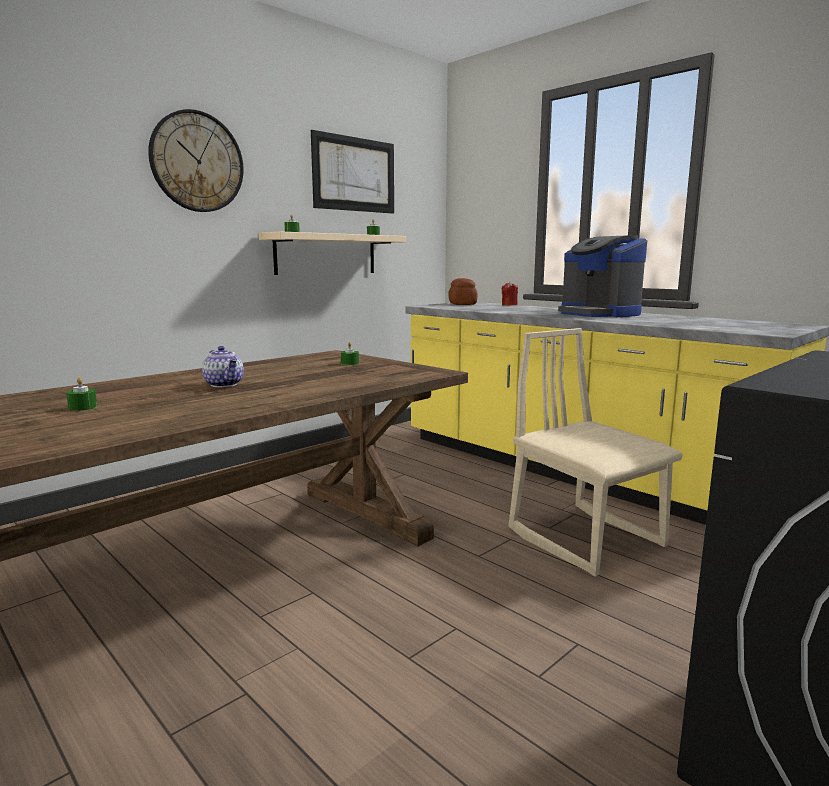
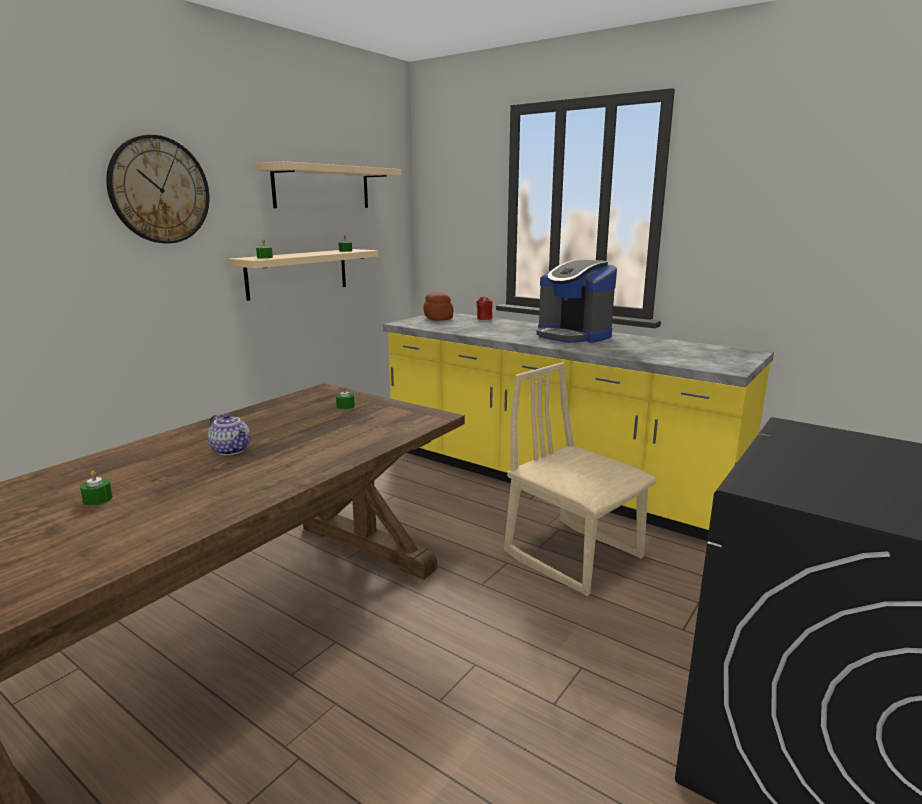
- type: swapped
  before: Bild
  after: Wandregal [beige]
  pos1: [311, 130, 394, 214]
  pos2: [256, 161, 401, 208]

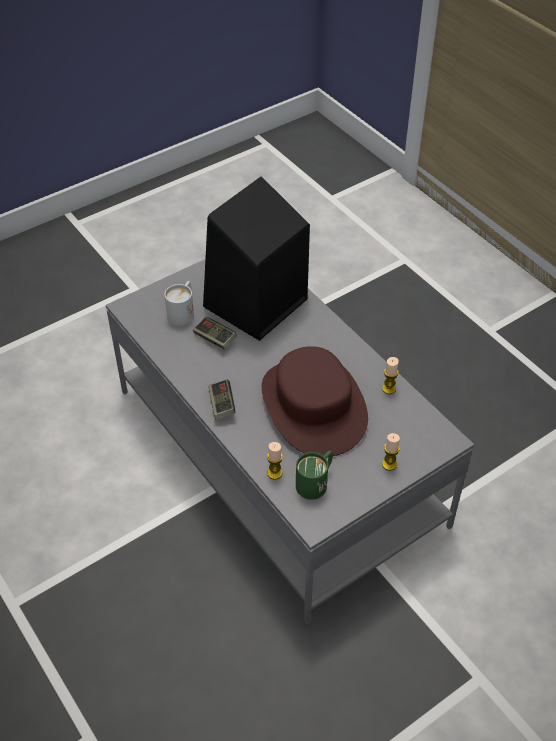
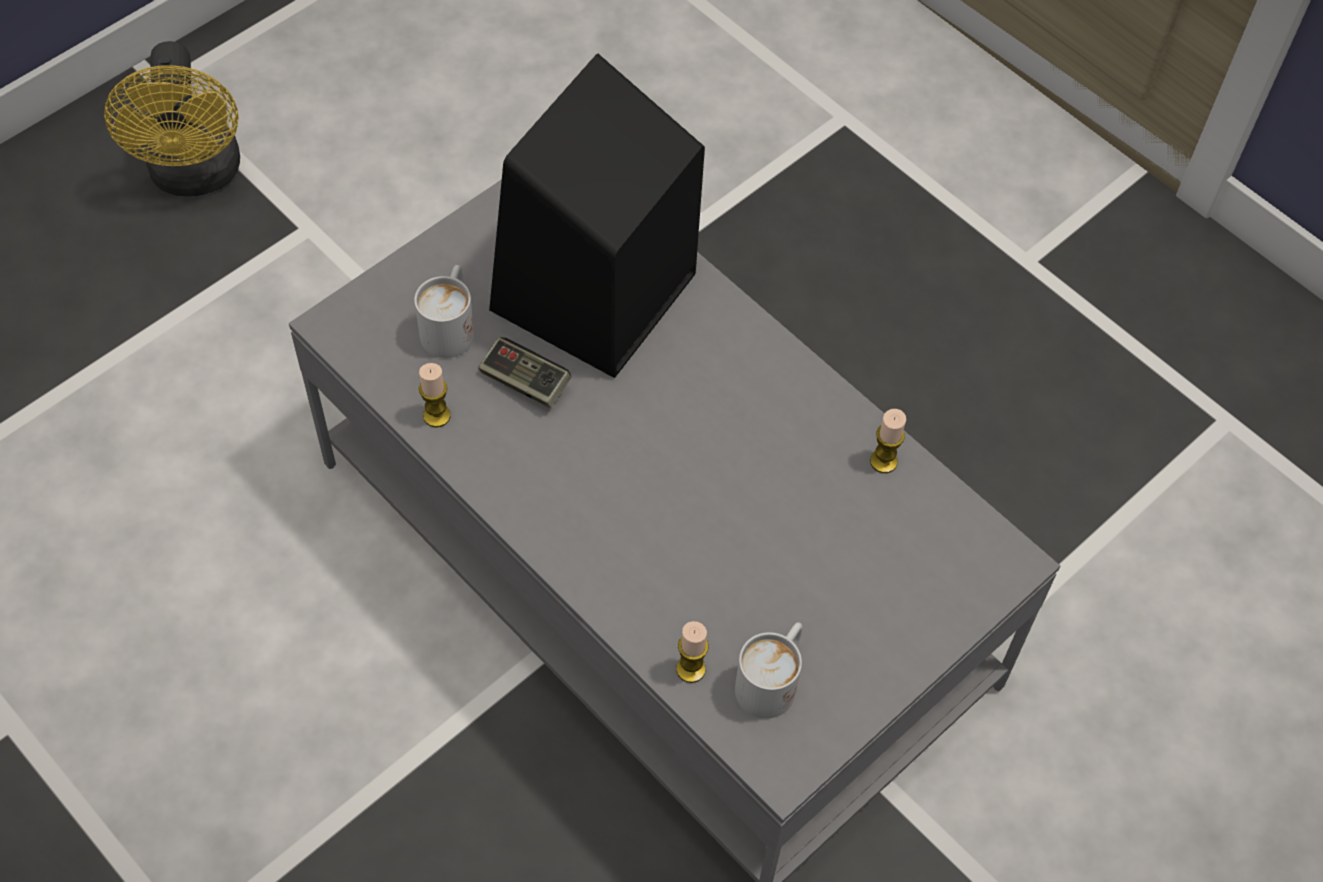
- type: gone
  before: Gamepad
  pos1: [208, 379, 235, 419]
- type: gone
  before: Hut [braun]
  pos1: [262, 346, 368, 456]
- type: repainted
  before: Henkelbecher [grün]
  after: Henkelbecher [weiß]
  pos1: [296, 451, 333, 500]
  pos2: [735, 622, 803, 719]
- type: shifted
  before: Kerze
  pos1: [382, 433, 400, 471]
  pos2: [419, 363, 451, 428]
- type: new
  after: Ventilator [gelb]
  pos2: [104, 41, 240, 196]

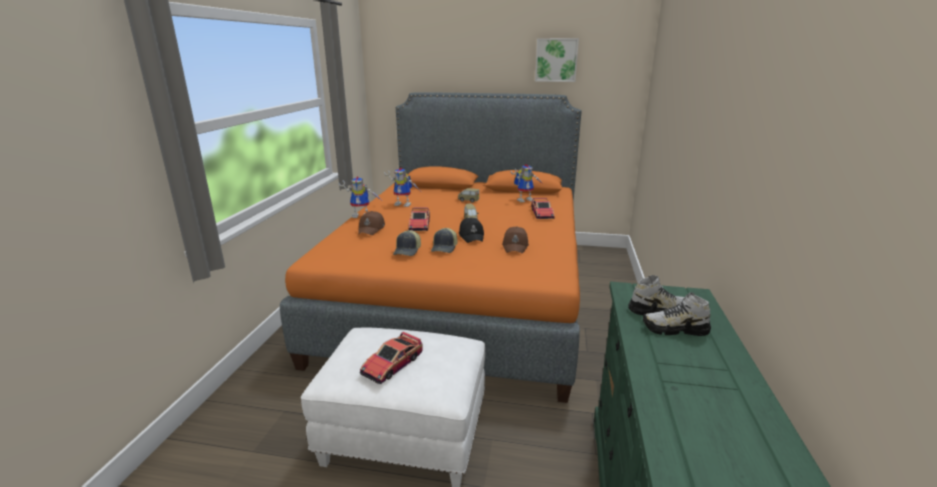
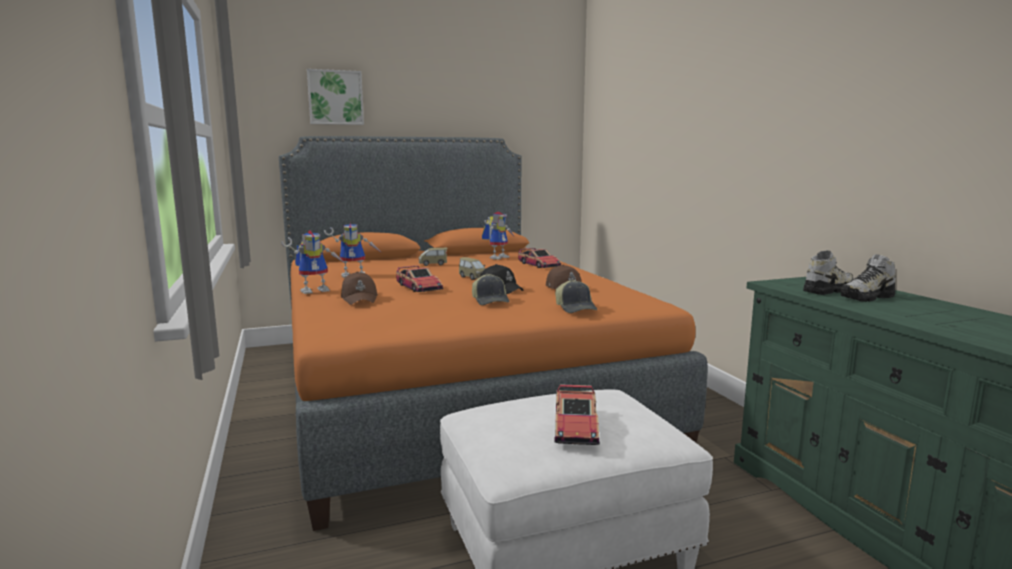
- type: shifted
  before: Kappe
  pos1: [393, 230, 421, 256]
  pos2: [555, 280, 597, 313]
- type: shifted
  before: Bild
  pos1: [535, 38, 579, 82]
  pos2: [307, 69, 364, 125]

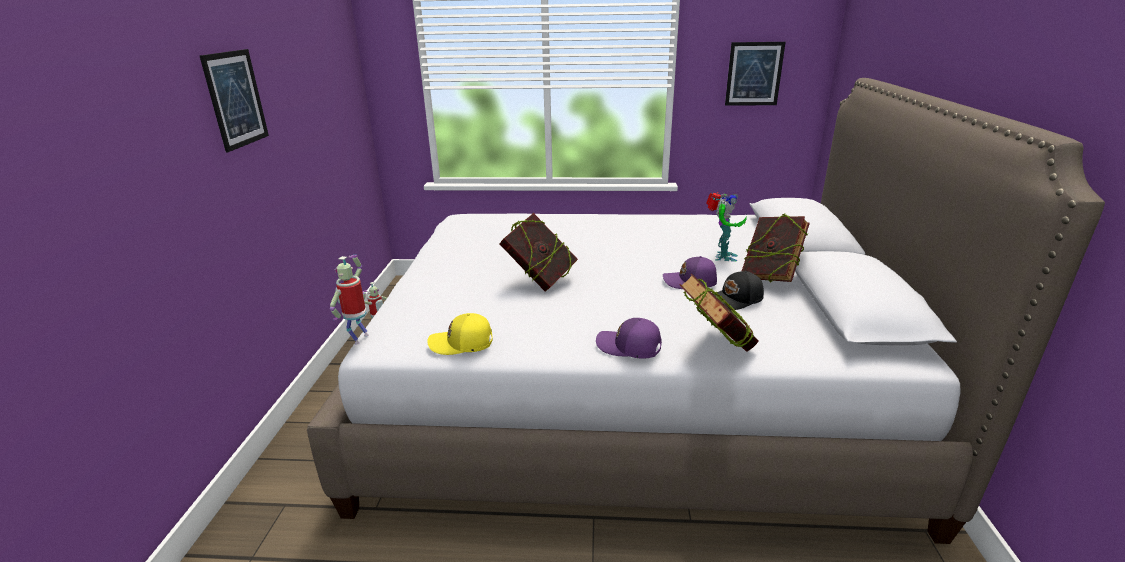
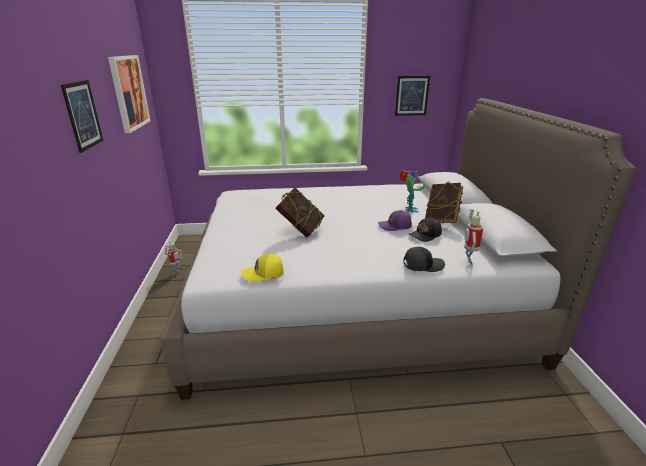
- type: shifted
  before: Spielzeugroboter
  pos1: [330, 255, 369, 345]
  pos2: [464, 210, 483, 267]
- type: gone
  before: Kappe [lila]
  pos1: [596, 318, 662, 359]
- type: swapped
  before: Buch
  after: Kappe [schwarz]
  pos1: [680, 273, 759, 352]
  pos2: [403, 247, 445, 272]
- type: new
  after: Bild
  pos2: [108, 55, 151, 133]

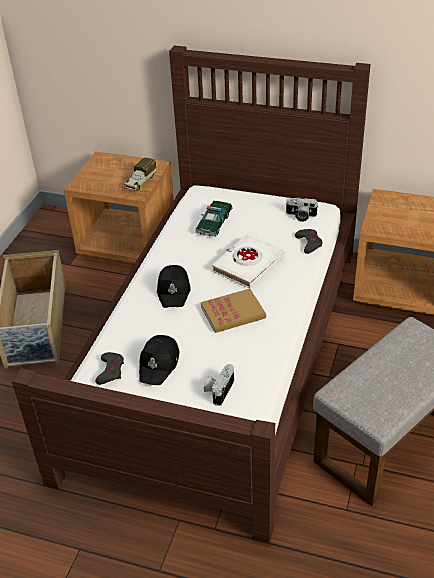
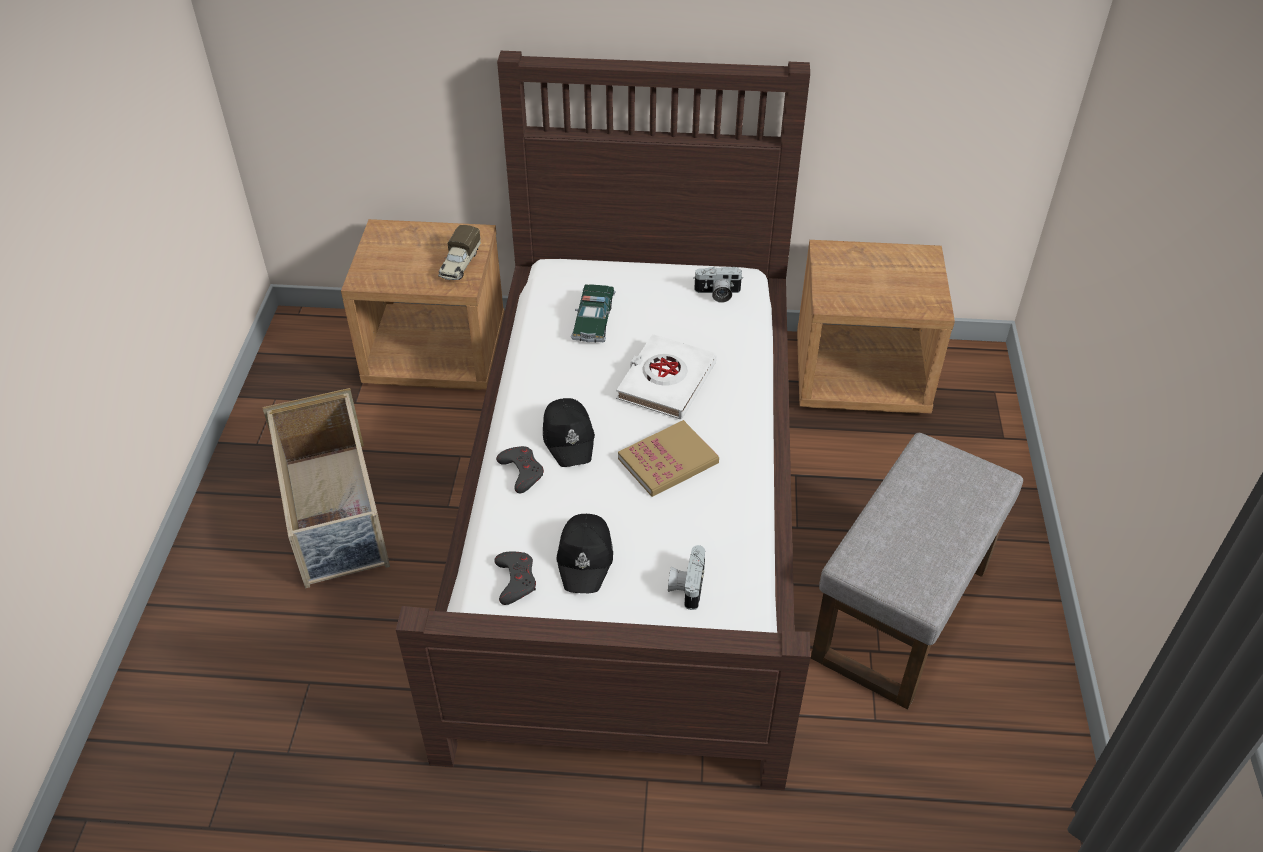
- type: shifted
  before: Gamepad [grau]
  pos1: [295, 229, 323, 254]
  pos2: [496, 446, 544, 493]

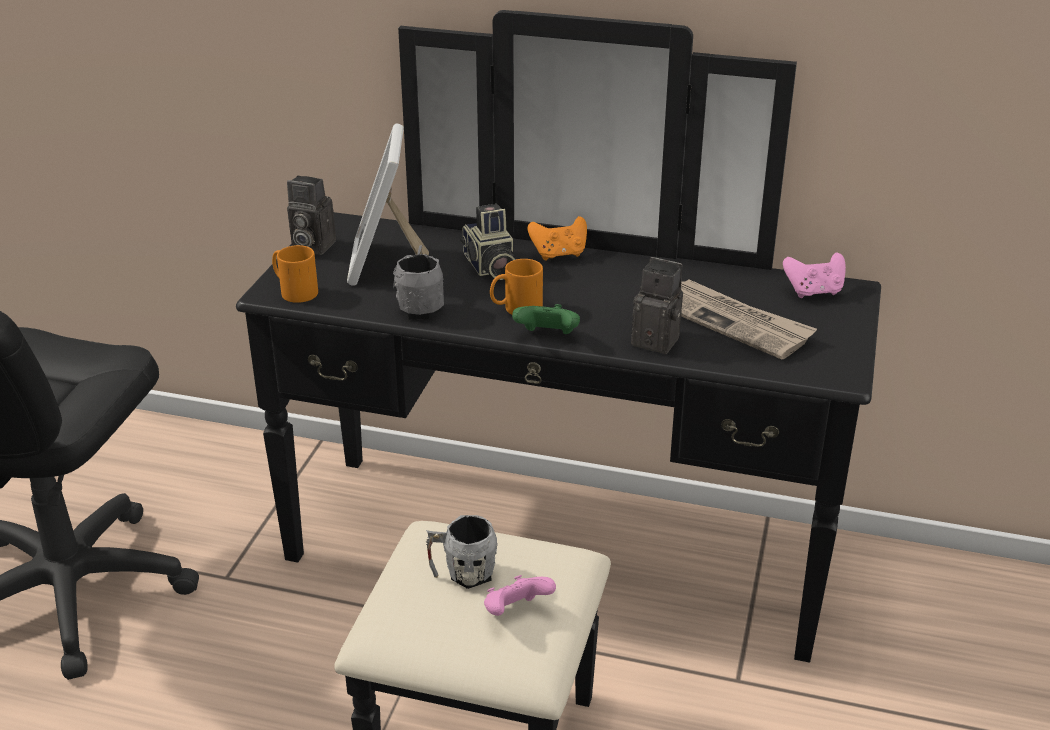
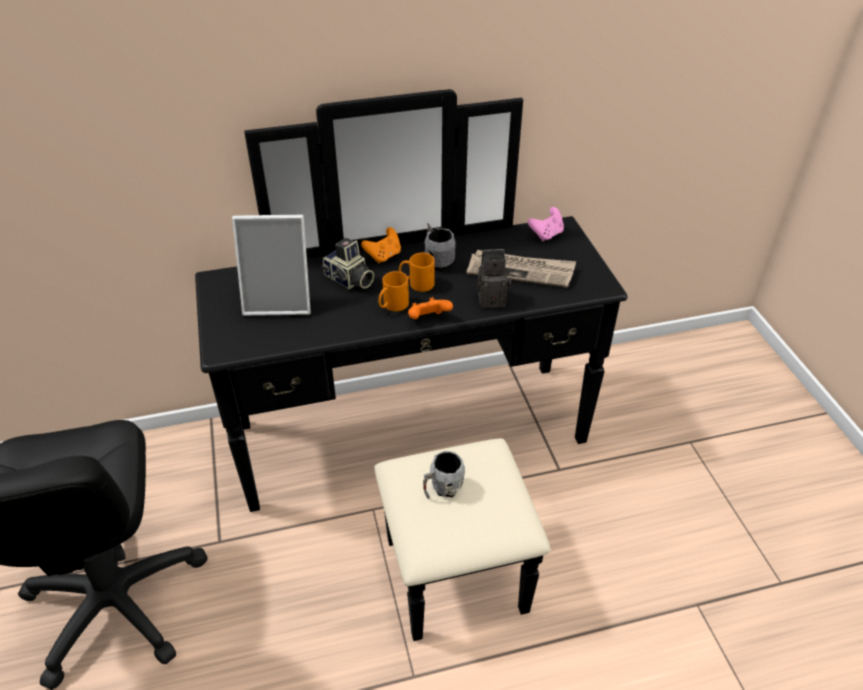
- type: shifted
  before: Henkelbecher [orange]
  pos1: [272, 245, 318, 303]
  pos2: [399, 253, 435, 292]
- type: gone
  before: Kamera
  pos1: [287, 175, 336, 255]
- type: rotated
  before: Bilderrahmen
  pos1: [347, 124, 429, 286]
  pos2: [232, 215, 311, 316]
  turn: -60
- type: shifted
  before: Henkelbecher [grau]
  pos1: [393, 245, 444, 320]
  pos2: [424, 223, 456, 271]
- type: gone
  before: Gamepad [rosa]
  pos1: [484, 575, 556, 616]
- type: repainted
  before: Gamepad [grün]
  after: Gamepad [orange]
  pos1: [512, 304, 580, 334]
  pos2: [408, 297, 453, 319]

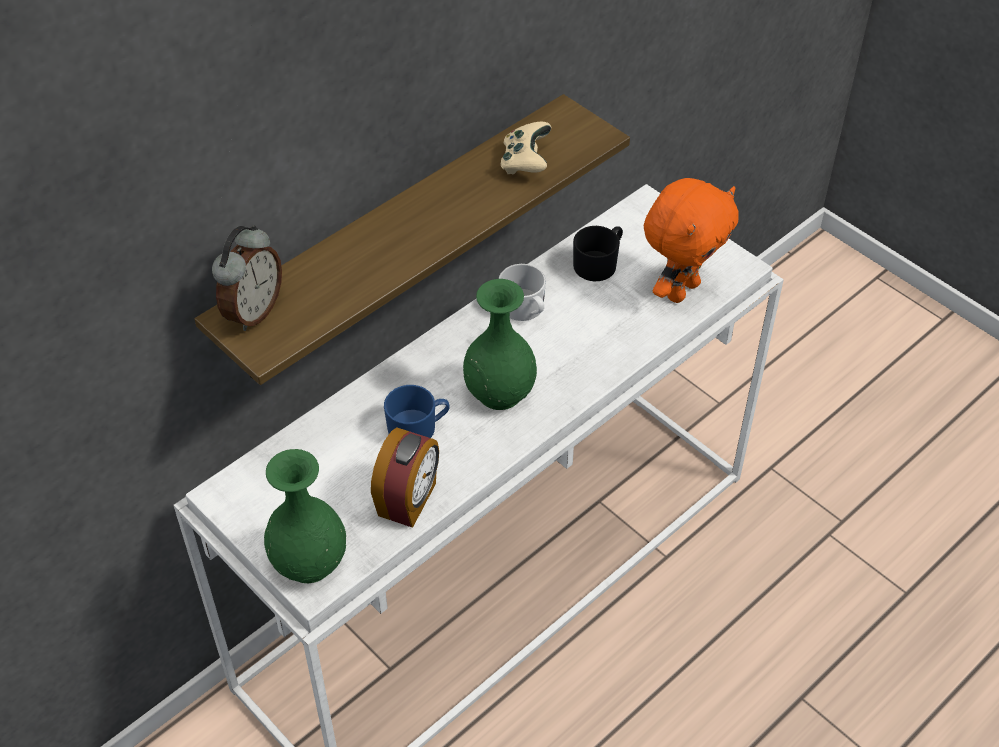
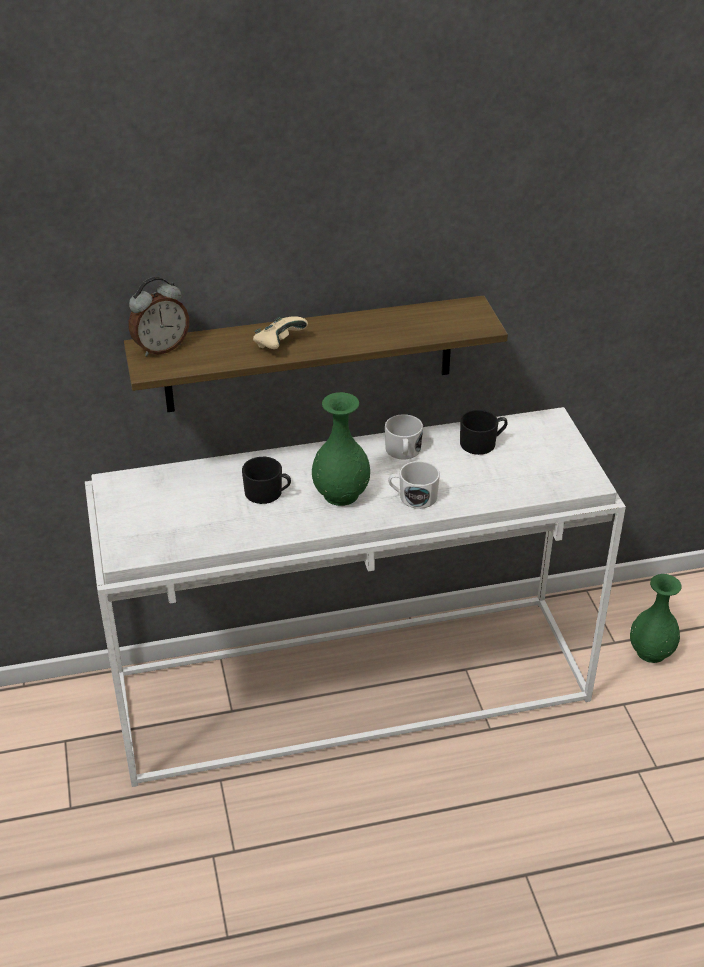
- type: shifted
  before: Vase [grün]
  pos1: [264, 449, 346, 583]
  pos2: [630, 574, 682, 663]
- type: gone
  before: Wecker
  pos1: [371, 428, 439, 528]
- type: repainted
  before: Henkelbecher [blau]
  after: Henkelbecher [schwarz]
  pos1: [384, 385, 450, 438]
  pos2: [242, 457, 291, 504]
- type: shifted
  before: Gamepad [beige]
  pos1: [501, 122, 551, 174]
  pos2: [253, 316, 308, 349]
- type: gone
  before: Plüschtier [orange]
  pos1: [644, 178, 739, 303]
- type: new
  after: Henkelbecher [weiß]
  pos2: [388, 461, 440, 509]

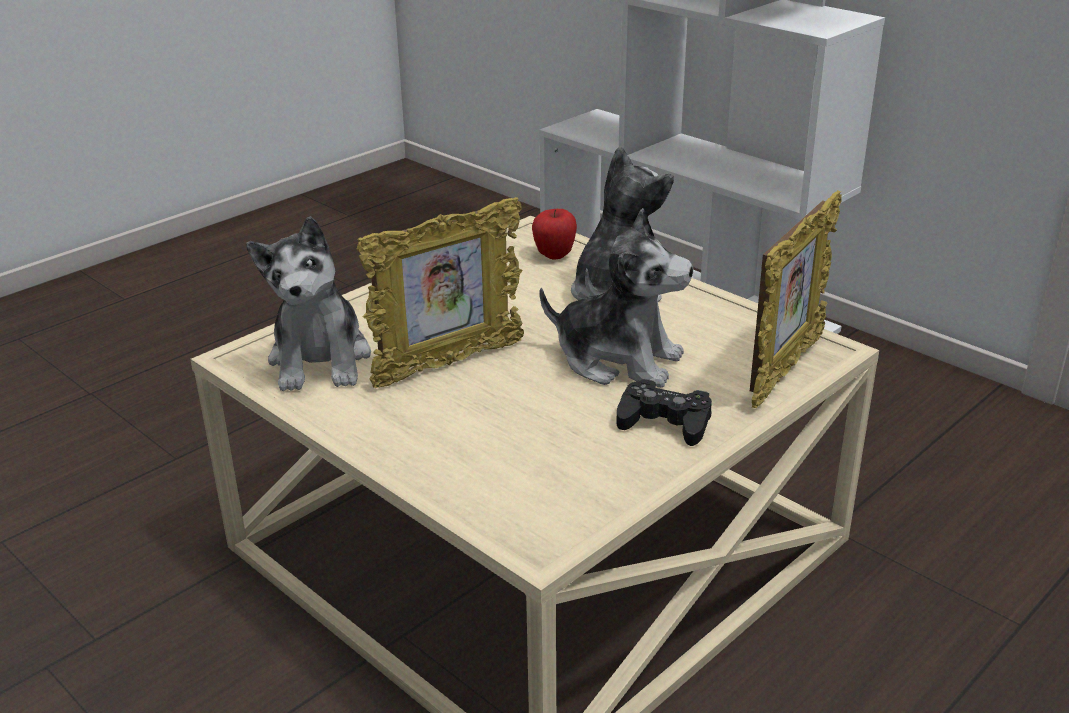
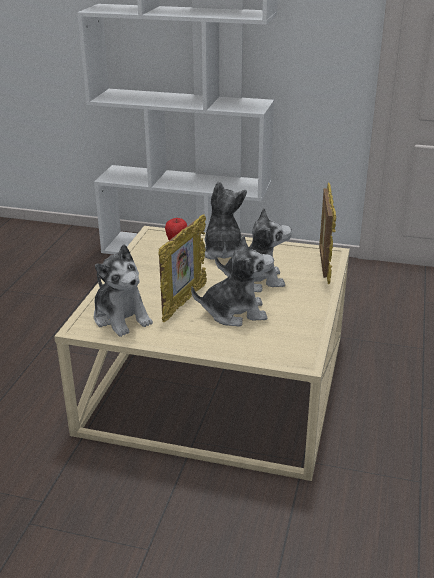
- type: gone
  before: Gamepad [schwarz]
  pos1: [616, 379, 712, 446]
- type: new
  after: Plüschtier
  pos2: [191, 235, 274, 327]

